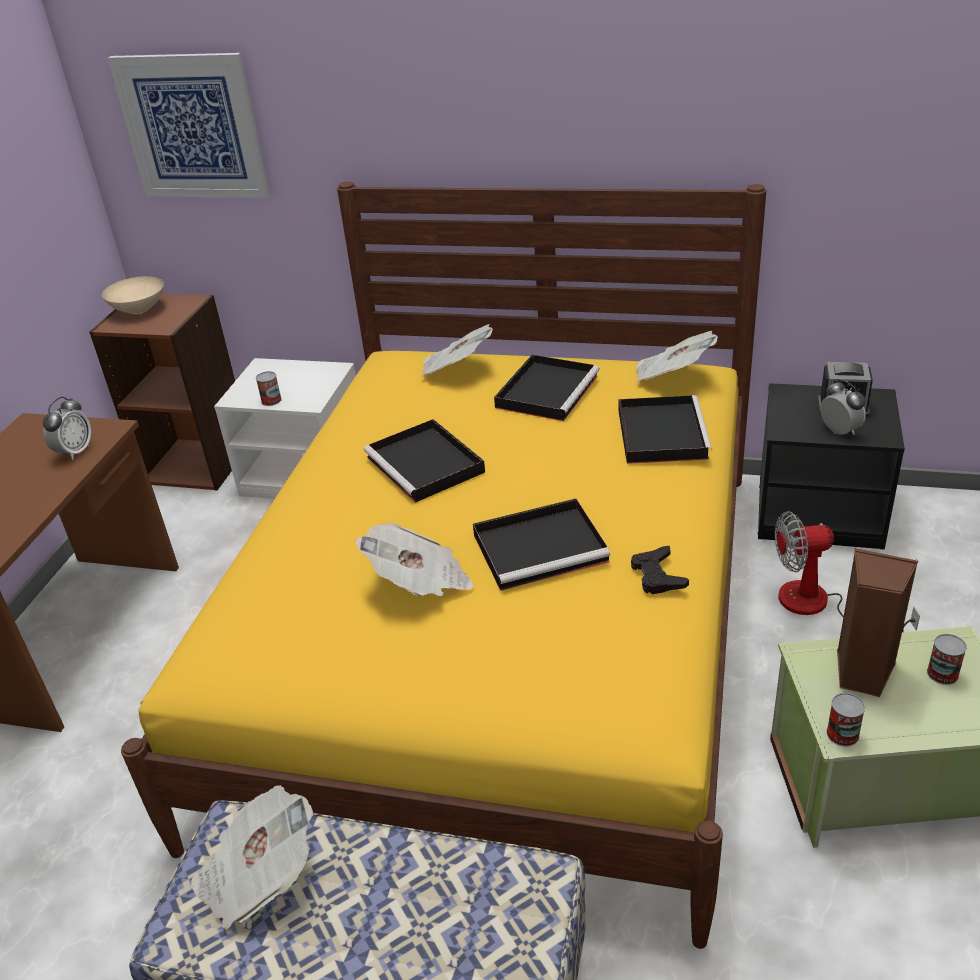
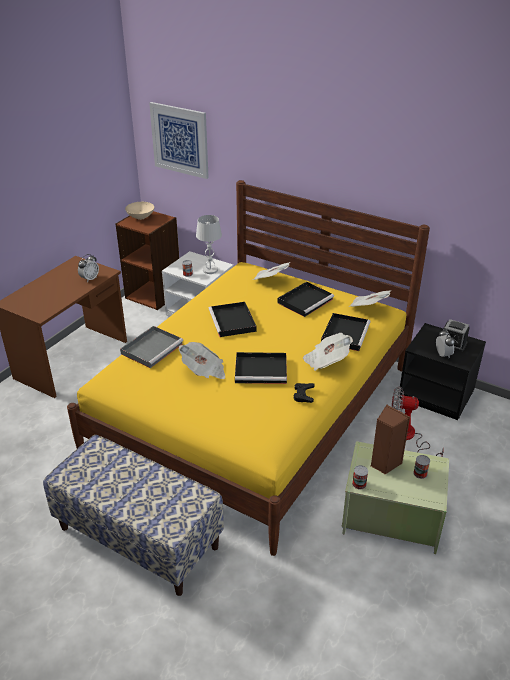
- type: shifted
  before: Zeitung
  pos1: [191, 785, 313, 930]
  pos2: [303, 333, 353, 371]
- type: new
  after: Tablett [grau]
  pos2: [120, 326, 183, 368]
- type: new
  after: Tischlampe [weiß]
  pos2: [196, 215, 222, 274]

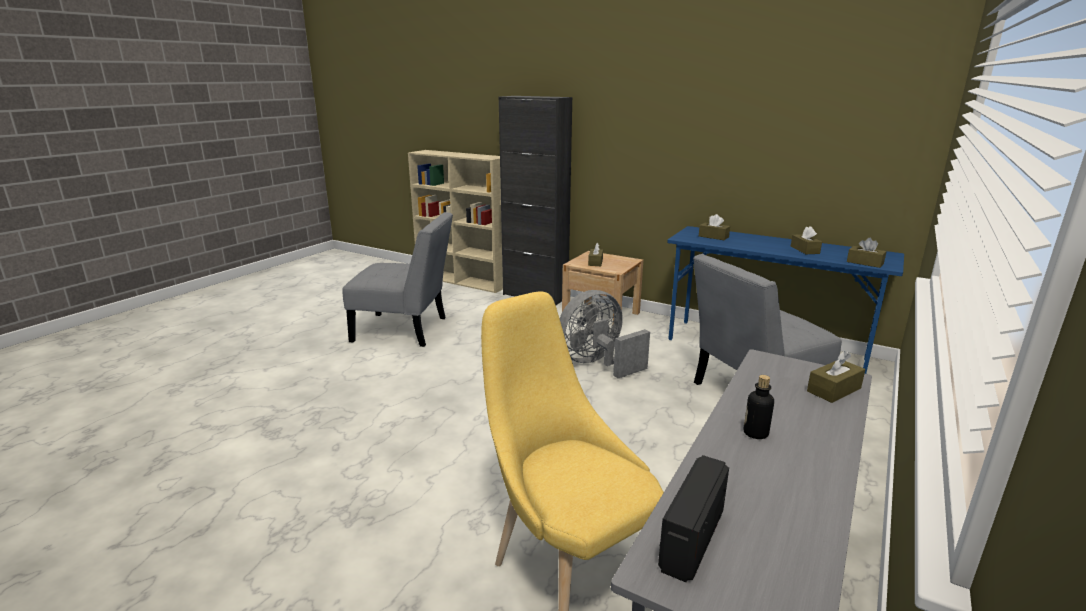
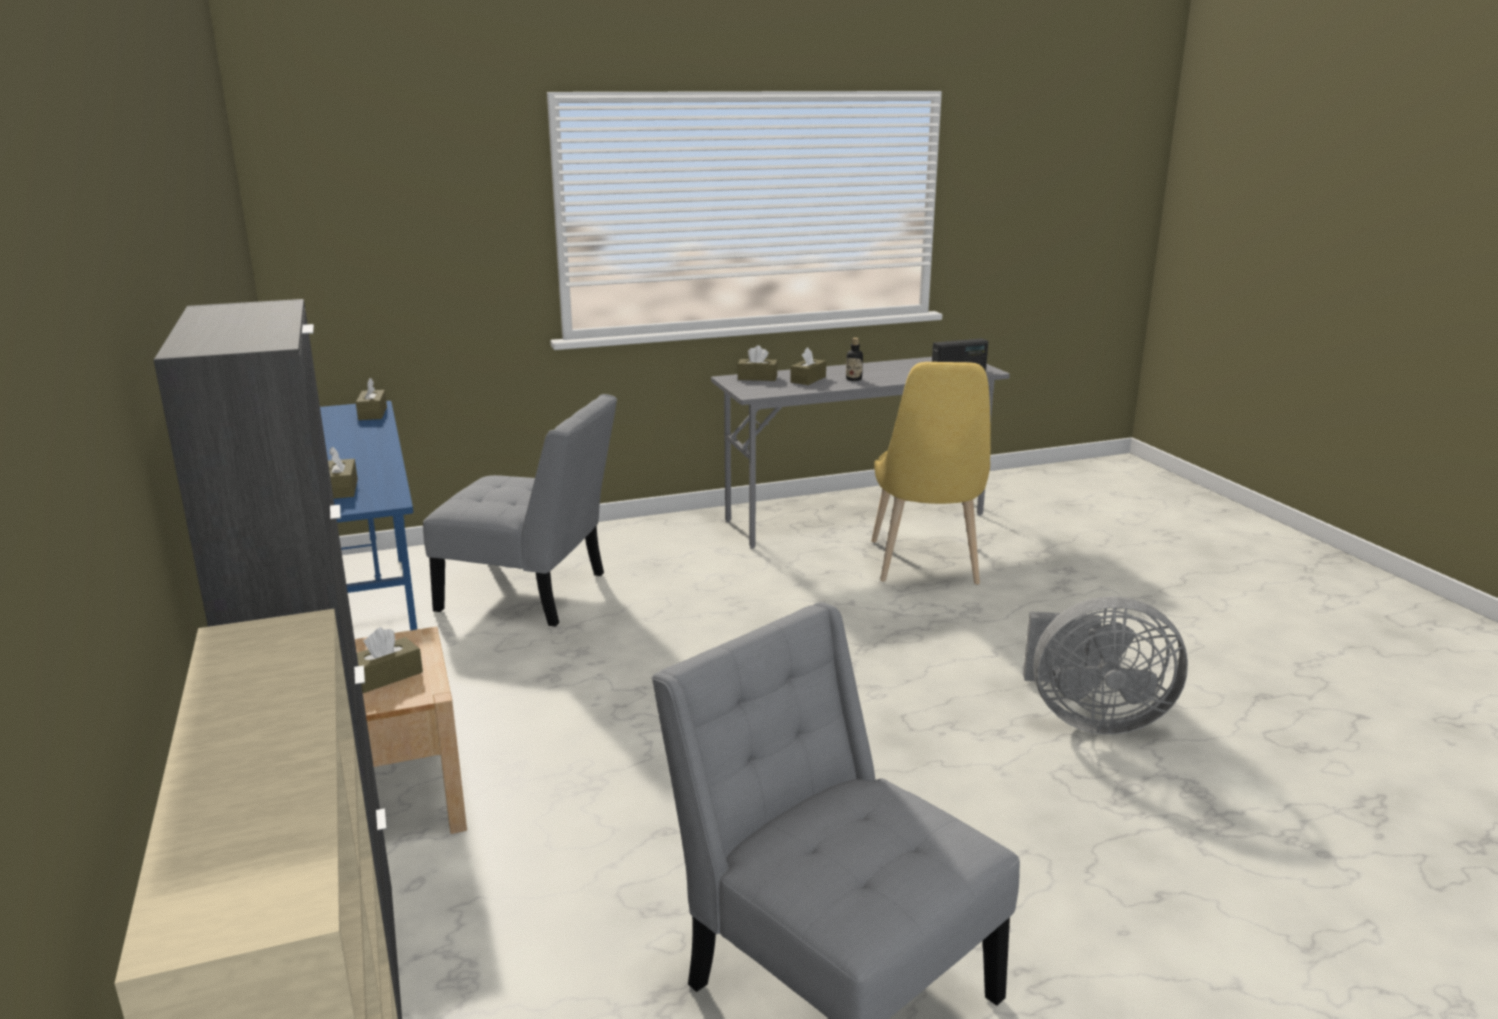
- type: shifted
  before: Ventilator [grau]
  pos1: [560, 290, 650, 379]
  pos2: [1023, 596, 1188, 734]
- type: shifted
  before: Taschentuchbox [braun]
  pos1: [791, 226, 822, 254]
  pos2: [790, 347, 826, 385]

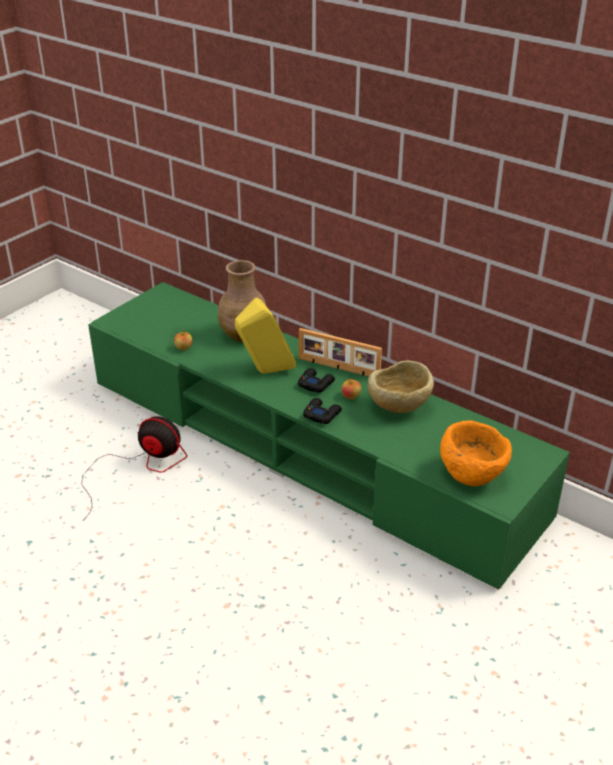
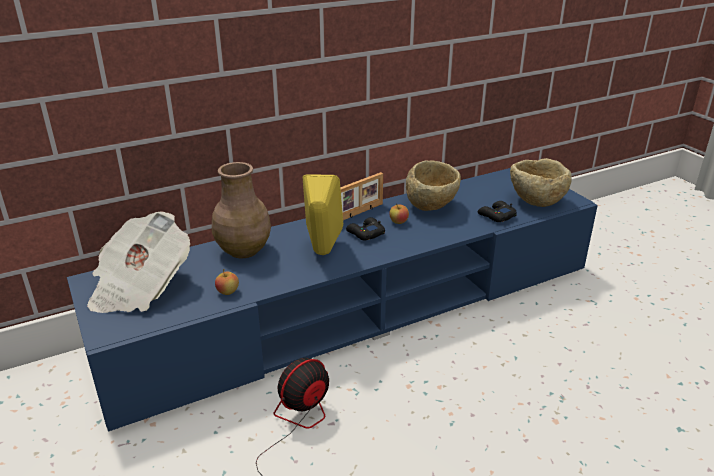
- type: repainted
  before: Fernsehschrank [grün]
  after: Fernsehschrank [blau]
  pos1: [88, 282, 570, 589]
  pos2: [67, 168, 598, 432]
- type: shifted
  before: Gamepad [schwarz]
  pos1: [303, 398, 342, 424]
  pos2: [478, 201, 517, 222]
- type: repainted
  before: Schüssel [orange]
  after: Schüssel [beige]
  pos1: [440, 420, 512, 486]
  pos2: [510, 158, 572, 207]
- type: new
  after: Zeitung
  pos2: [87, 211, 190, 313]

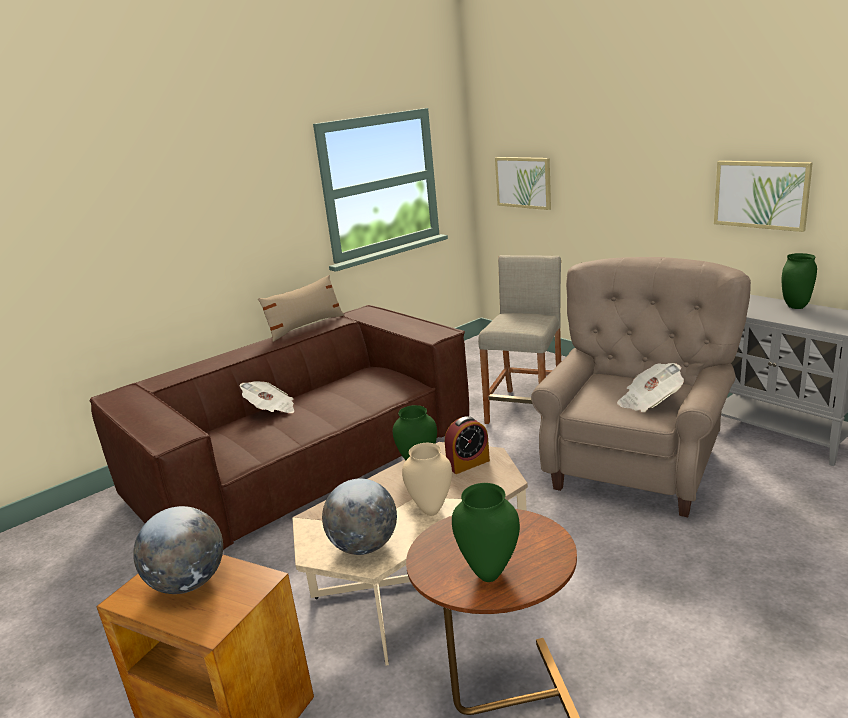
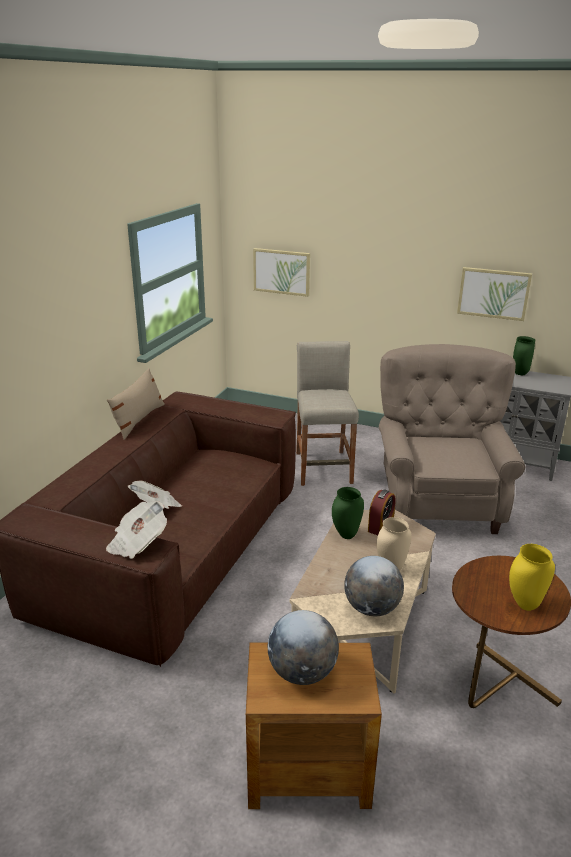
- type: repainted
  before: Vase [grün]
  after: Vase [gelb]
  pos1: [452, 483, 520, 582]
  pos2: [509, 544, 555, 611]
- type: shifted
  before: Zeitung
  pos1: [617, 363, 684, 412]
  pos2: [106, 501, 167, 559]

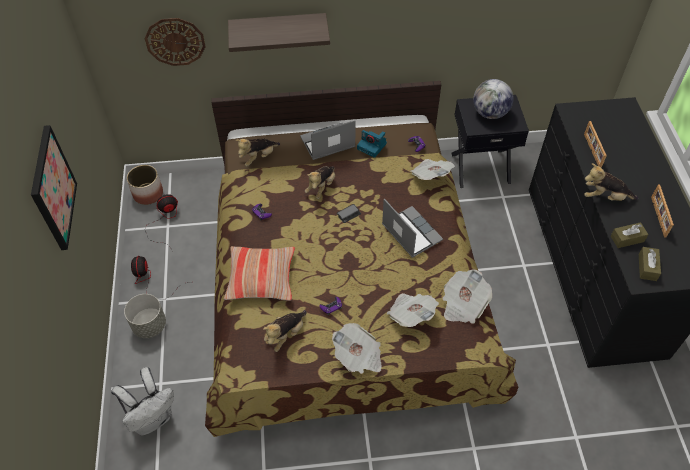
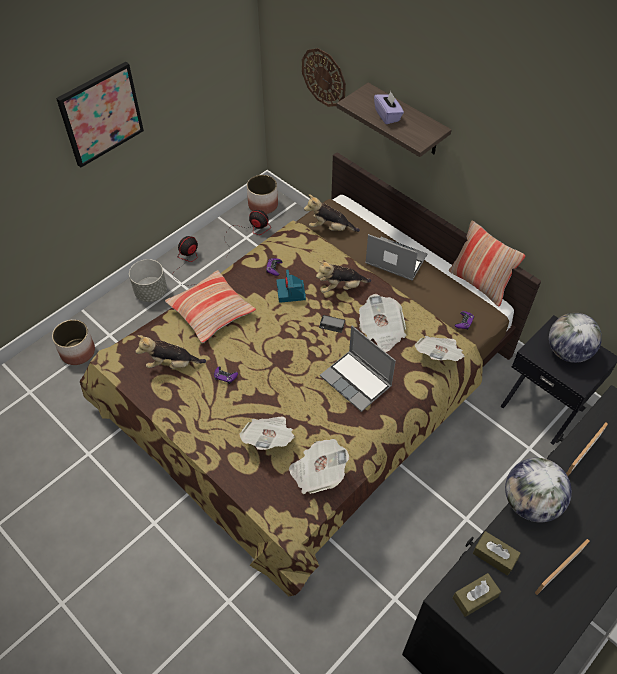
- type: swapped
  before: Rucksack [weiß]
  after: Pflanzkübel
  pos1: [111, 367, 174, 436]
  pos2: [52, 319, 95, 365]
- type: shifted
  before: Zeitung
  pos1: [332, 323, 382, 374]
  pos2: [359, 294, 407, 352]
- type: shifted
  before: Kamera
  pos1: [357, 130, 387, 158]
  pos2: [276, 270, 306, 303]
- type: rotated
  before: Laptop
  pos1: [382, 198, 443, 258]
  pos2: [320, 326, 396, 412]
  turn: 120
- type: swapped
  before: Plüschtier
  after: Globus
  pos1: [584, 163, 638, 201]
  pos2: [505, 458, 572, 523]
- type: new
  after: Taschentuchbox [lila]
  pos2: [374, 91, 404, 124]
- type: new
  after: Kissen
  pos2: [449, 221, 525, 307]

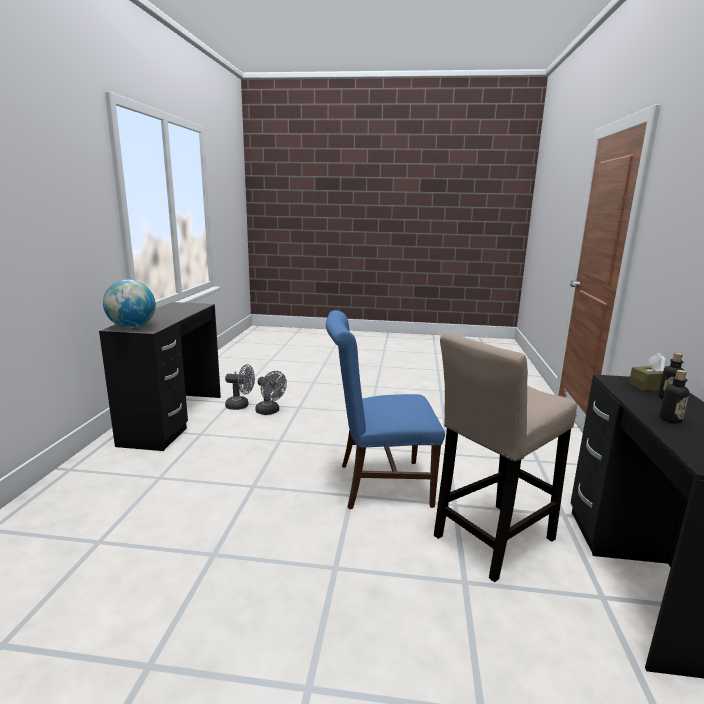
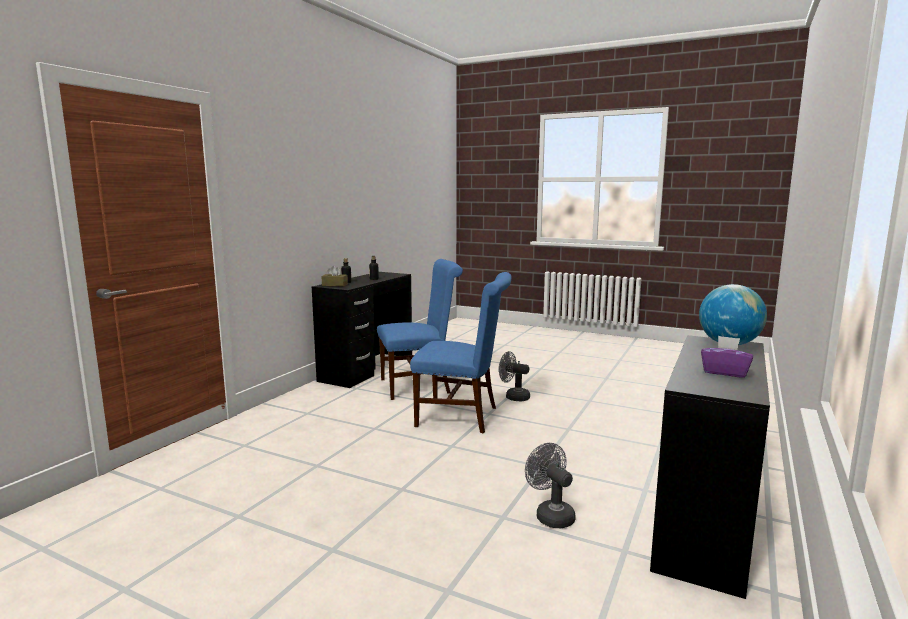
- type: shifted
  before: Ventilator [grau]
  pos1: [225, 364, 255, 410]
  pos2: [499, 351, 530, 401]
- type: swapped
  before: Hocker [beige]
  after: Stuhl [blau]
  pos1: [434, 332, 577, 582]
  pos2: [377, 259, 463, 400]
- type: new
  after: Taschentuchbox [lila]
  pos2: [701, 336, 753, 378]

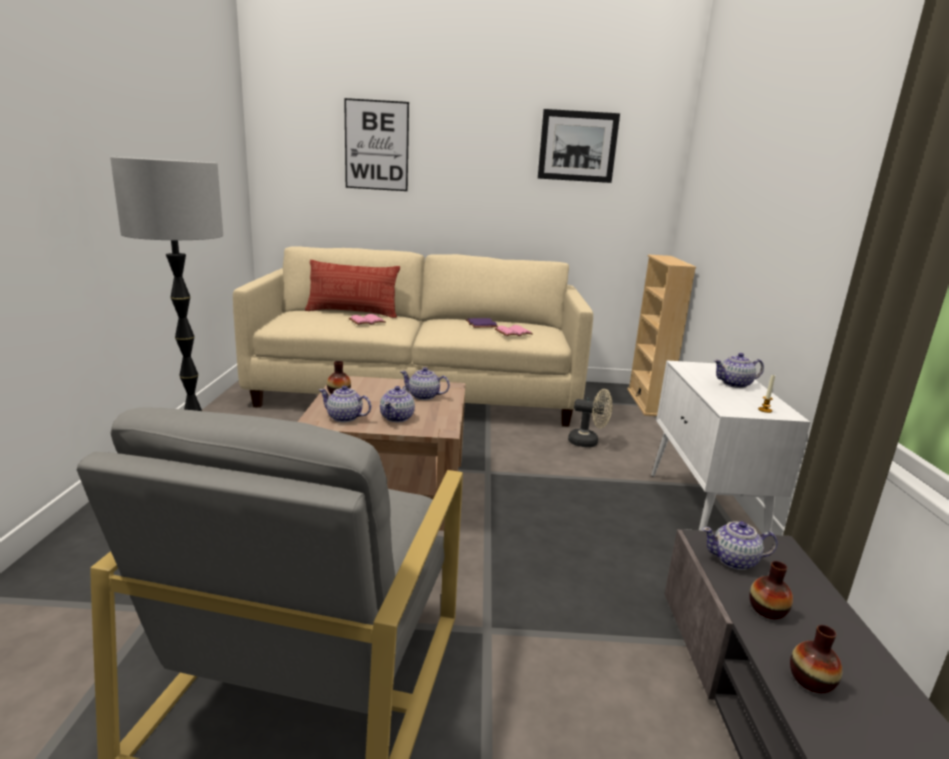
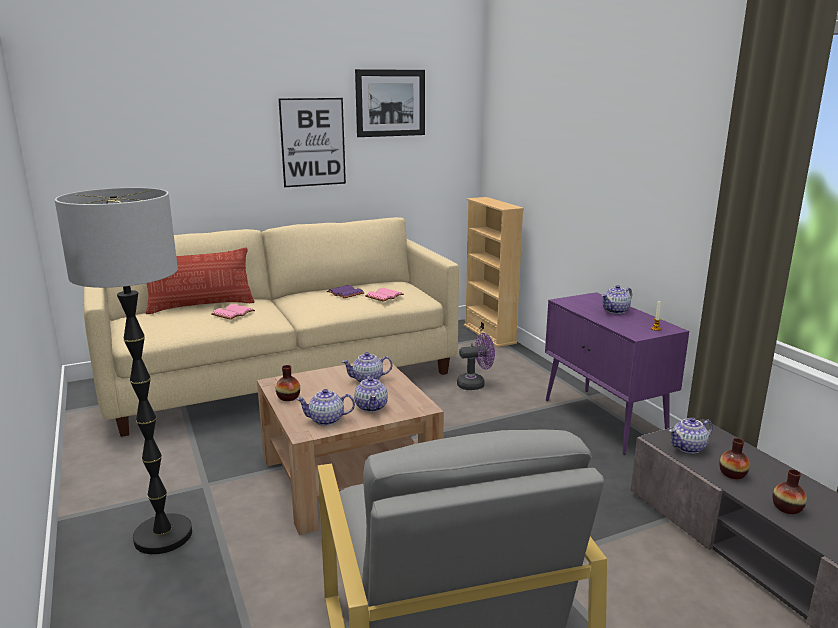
- type: shifted
  before: Bild
  pos1: [344, 98, 409, 191]
  pos2: [278, 98, 346, 187]
- type: repainted
  before: Ventilator [beige]
  after: Ventilator [lila]
  pos1: [568, 389, 612, 447]
  pos2: [457, 333, 495, 390]
- type: repainted
  before: Schrank [weiß]
  after: Schrank [lila]
  pos1: [651, 360, 810, 533]
  pos2: [545, 292, 689, 455]

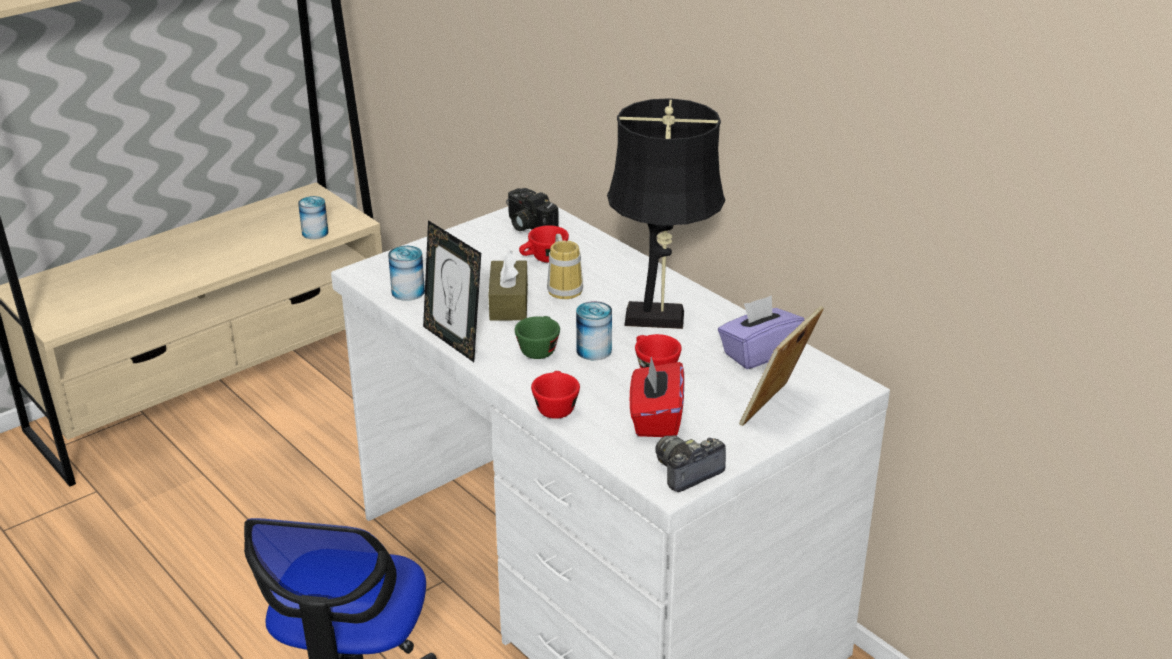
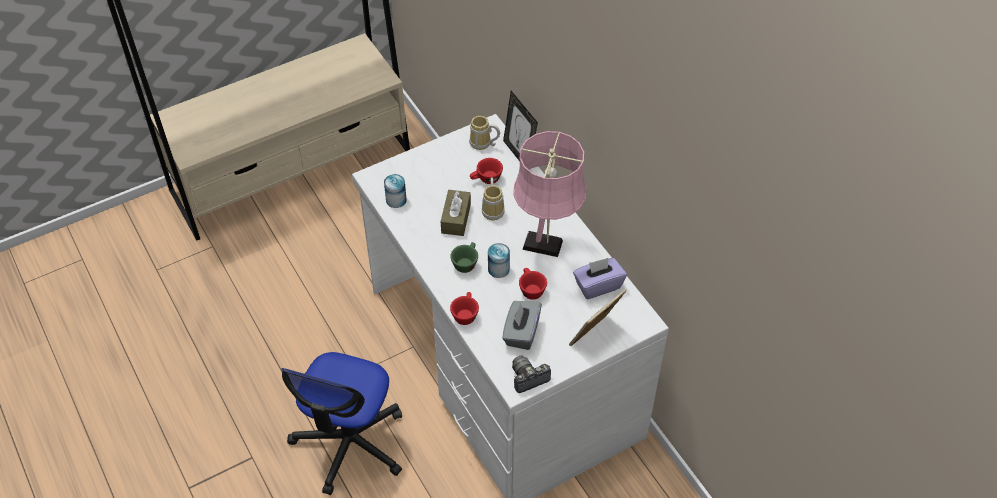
- type: gone
  before: Dose
  pos1: [298, 196, 328, 239]
- type: shifted
  before: Bilderrahmen
  pos1: [423, 220, 481, 362]
  pos2: [503, 91, 538, 161]
- type: swapped
  before: Kamera
  after: Henkelbecher
  pos1: [506, 188, 559, 231]
  pos2: [469, 116, 500, 150]
- type: repainted
  before: Tischlampe [schwarz]
  after: Tischlampe [rosa]
  pos1: [607, 98, 725, 329]
  pos2: [513, 131, 587, 257]
- type: repainted
  before: Taschentuchbox [rot]
  after: Taschentuchbox [grau]
  pos1: [630, 357, 684, 437]
  pos2: [502, 301, 542, 350]

